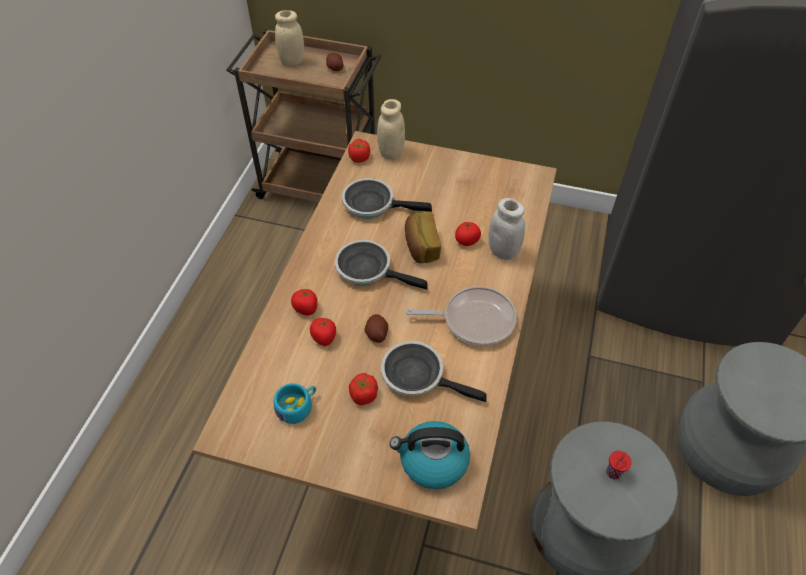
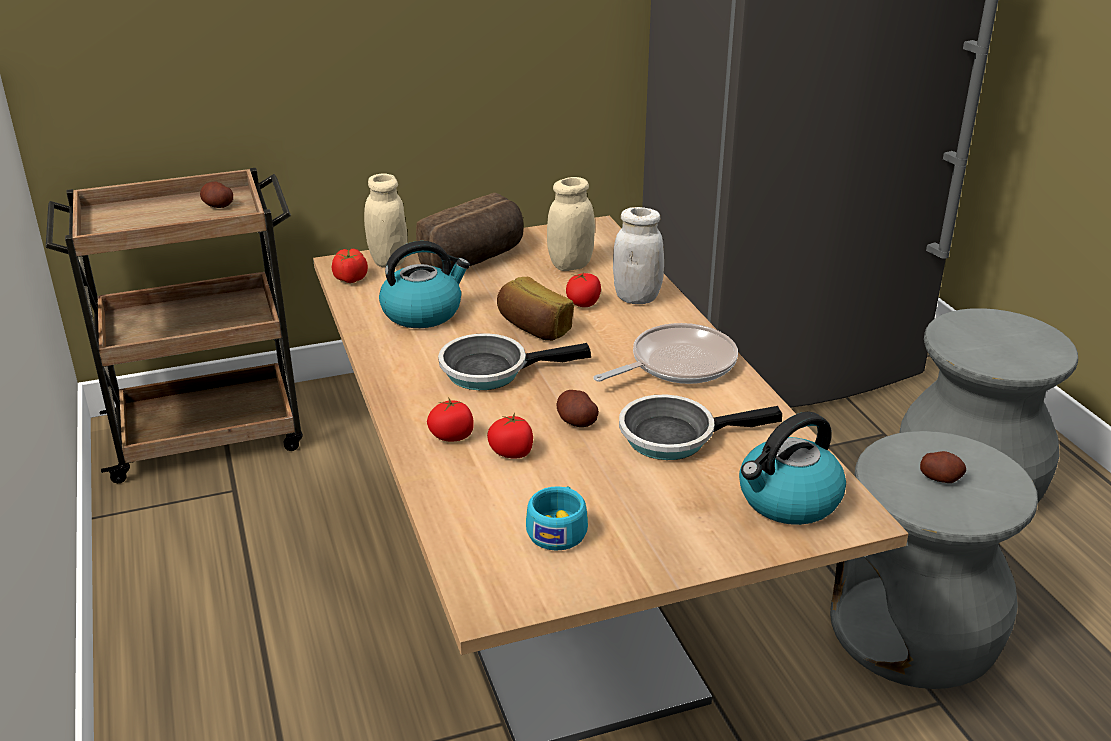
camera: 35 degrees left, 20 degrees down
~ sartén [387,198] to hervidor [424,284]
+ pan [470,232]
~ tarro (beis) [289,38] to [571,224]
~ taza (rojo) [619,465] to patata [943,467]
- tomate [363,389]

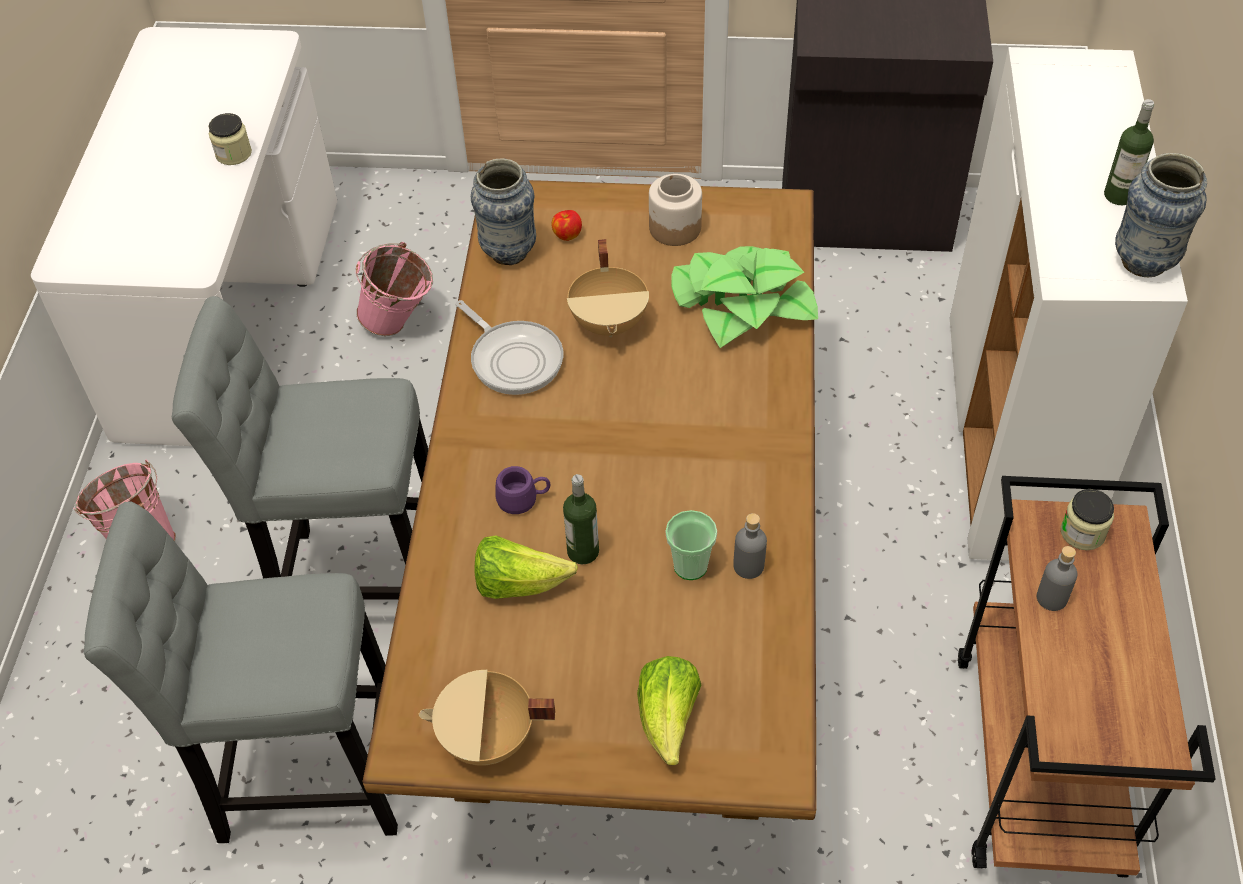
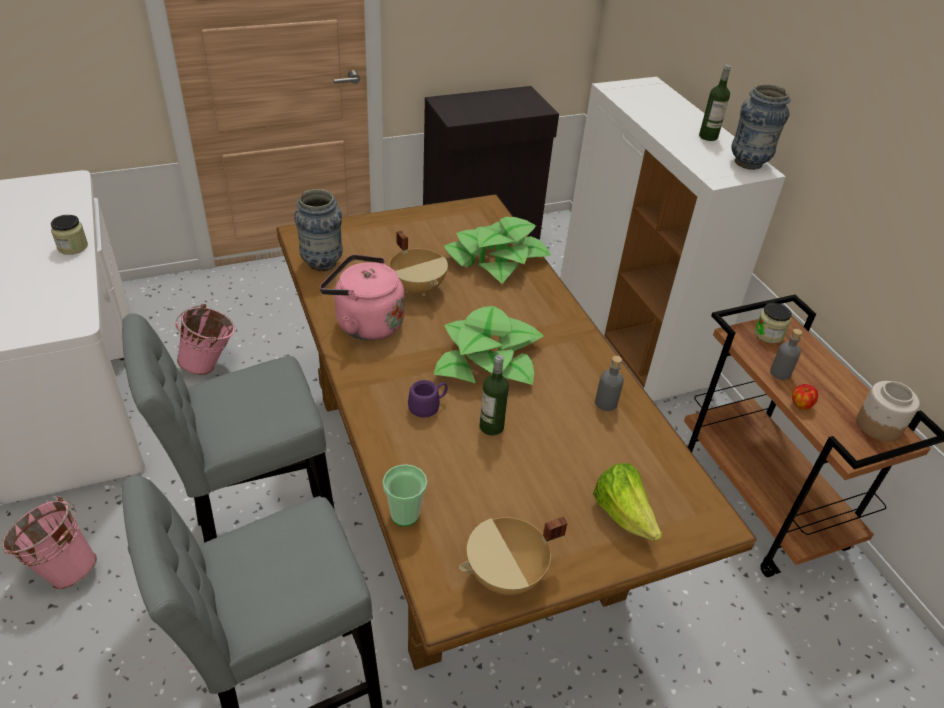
camera: 30 degrees left, 10 degrees down
~ sartén [509,347] to hervidor (rosa) [362,297]
~ taza [691,545] to [405,495]
+ planta en maceta [488,345]
~ manzana [567,225] to [805,397]
~ tarro [675,210] to [888,411]
- lechuga [526,567]

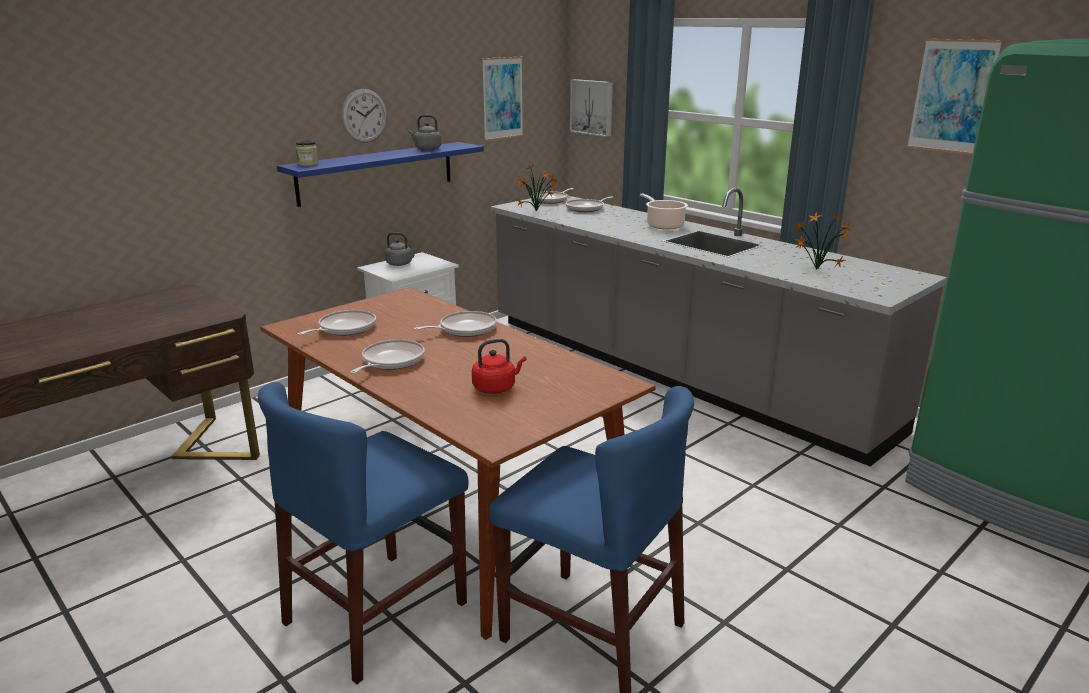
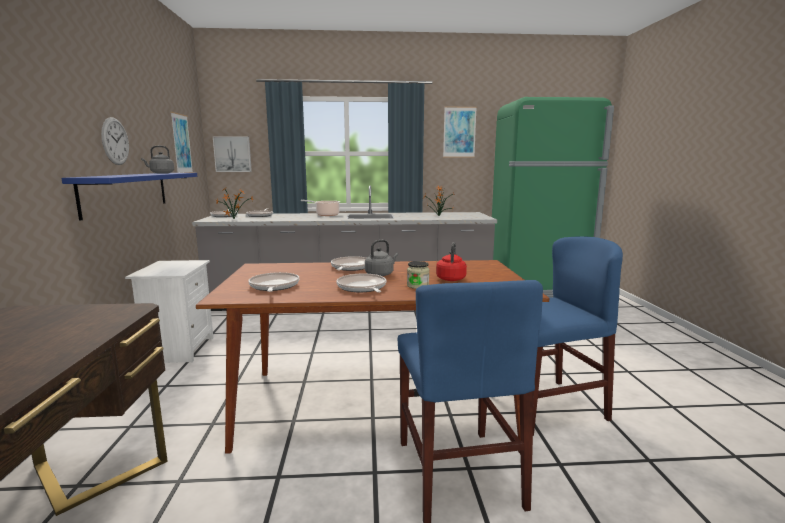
camera: 50 degrees left, 10 degrees down
~ hervidor (gris) [401,249] to [382,258]
~ tarro [307,153] to [418,275]

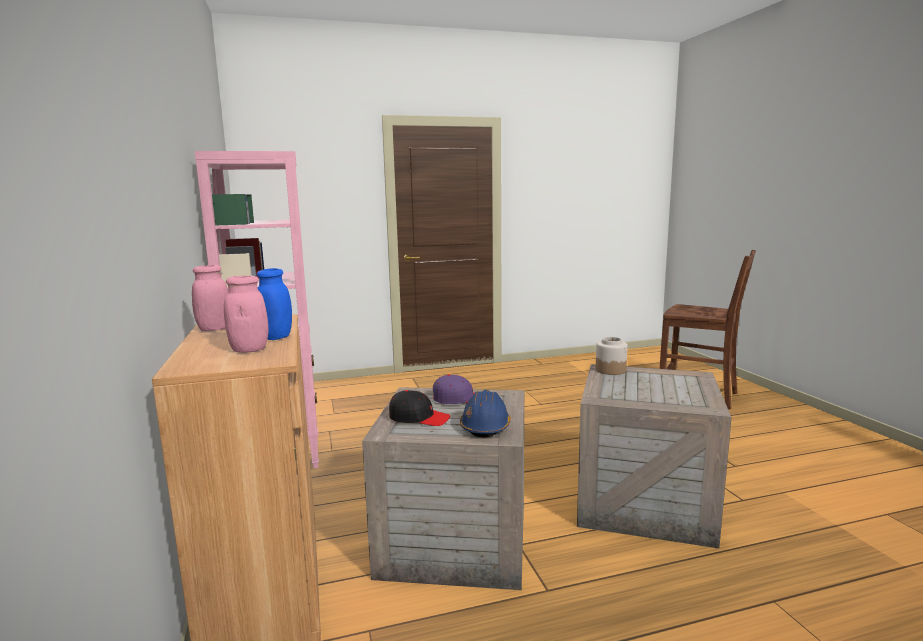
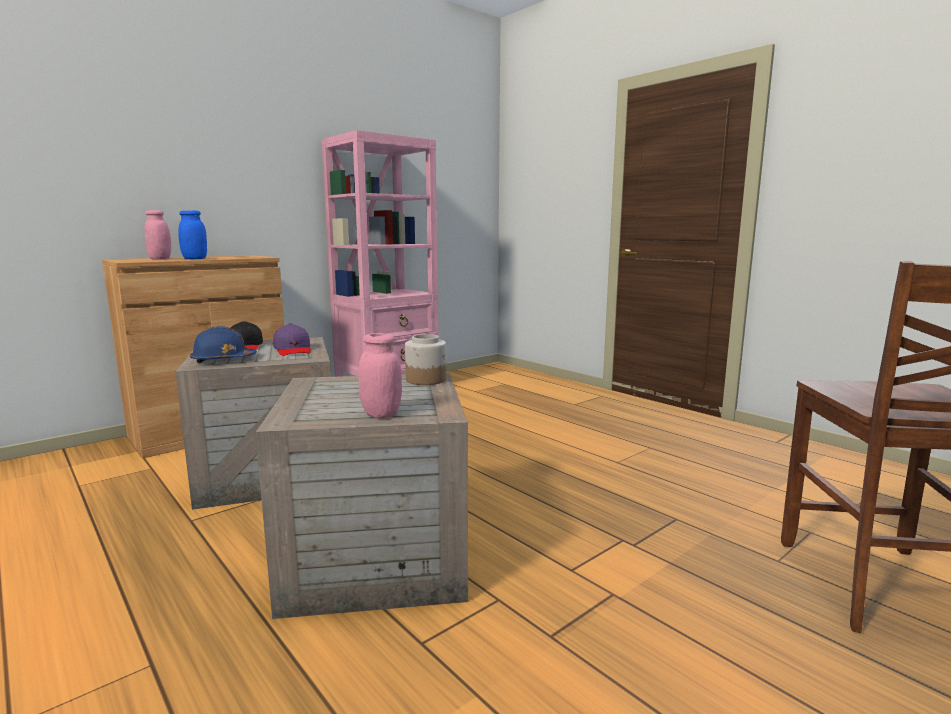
camera: 65 degrees right, 0 degrees up
~ tarro (rosa) [210,298] to [380,375]

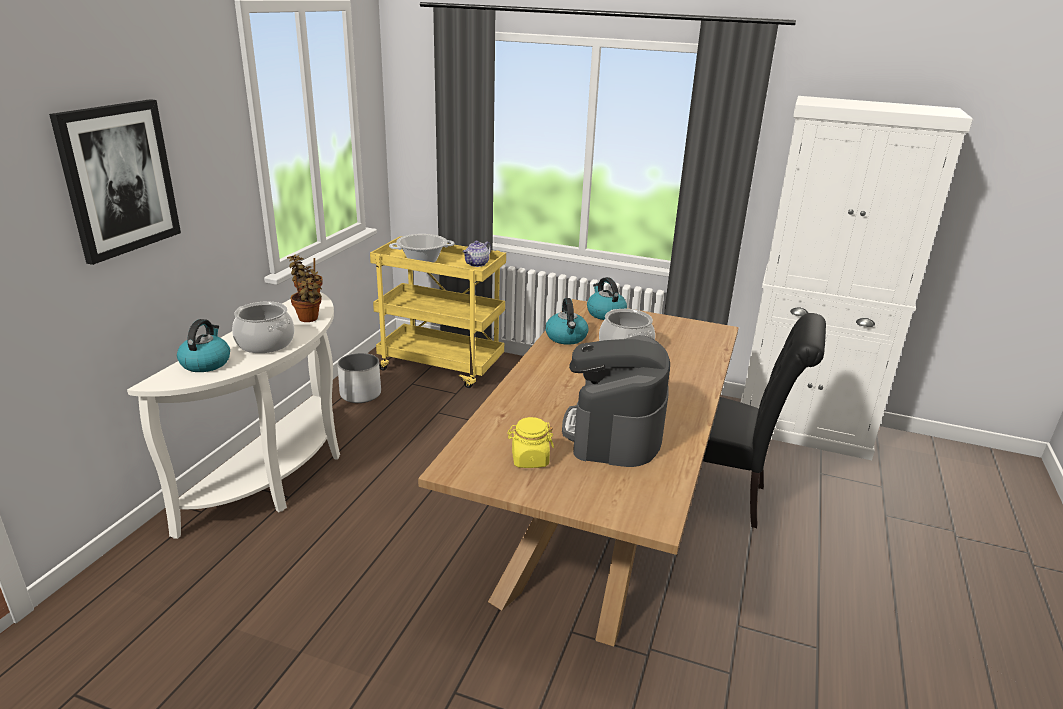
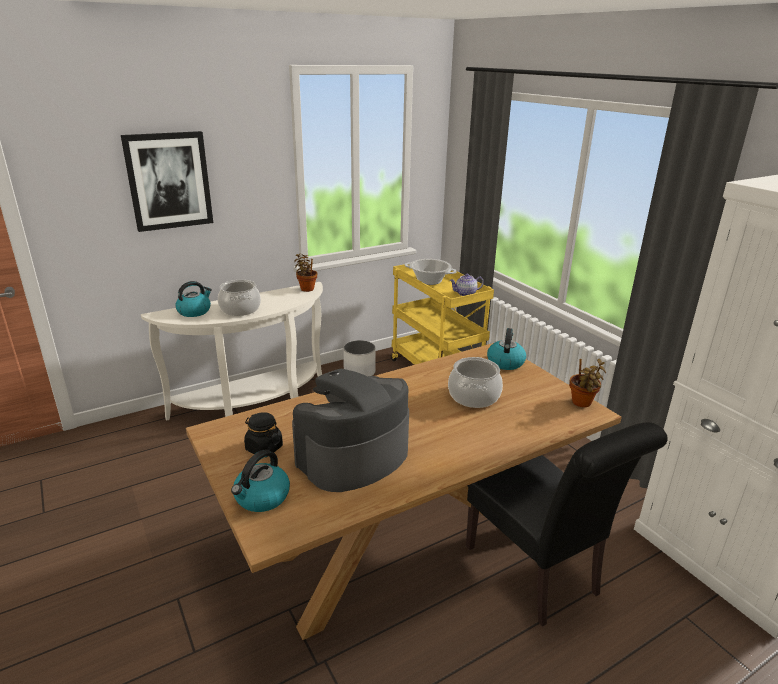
camera: 40 degrees right, 0 degrees up
~ hervidor [567,321] to [260,481]
~ tarro (amarillo) [530,442] to tarro (negro) [263,434]
~ planta en maceta [306,296] to [587,383]

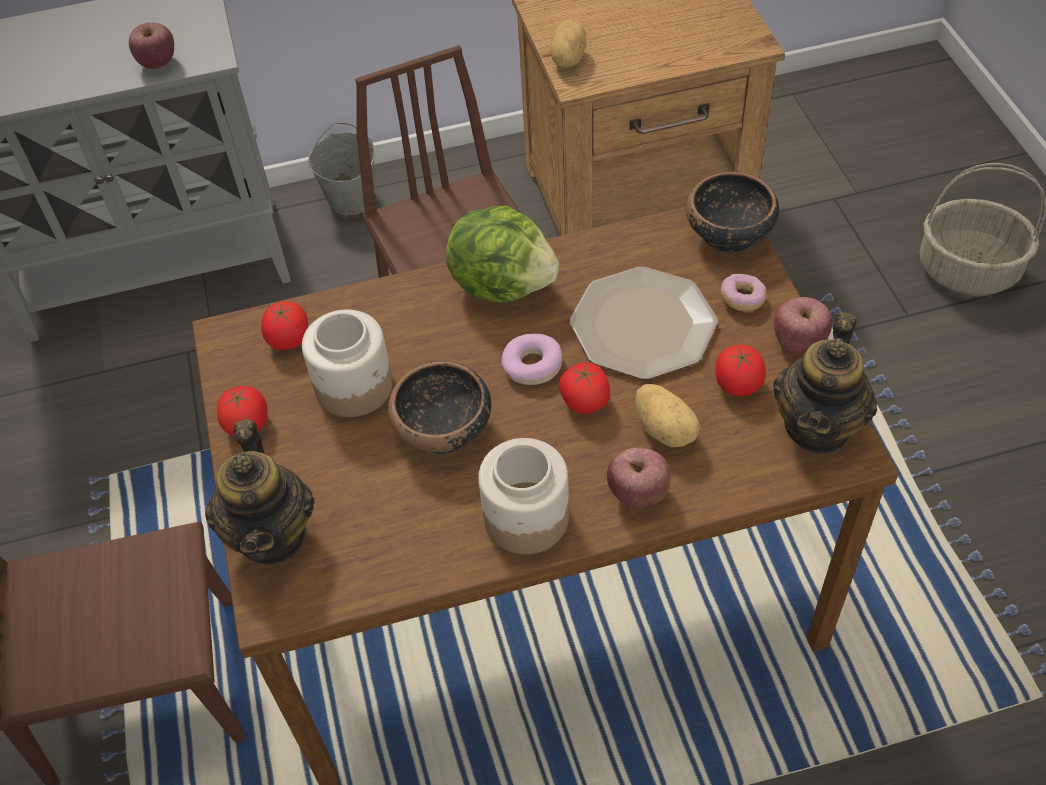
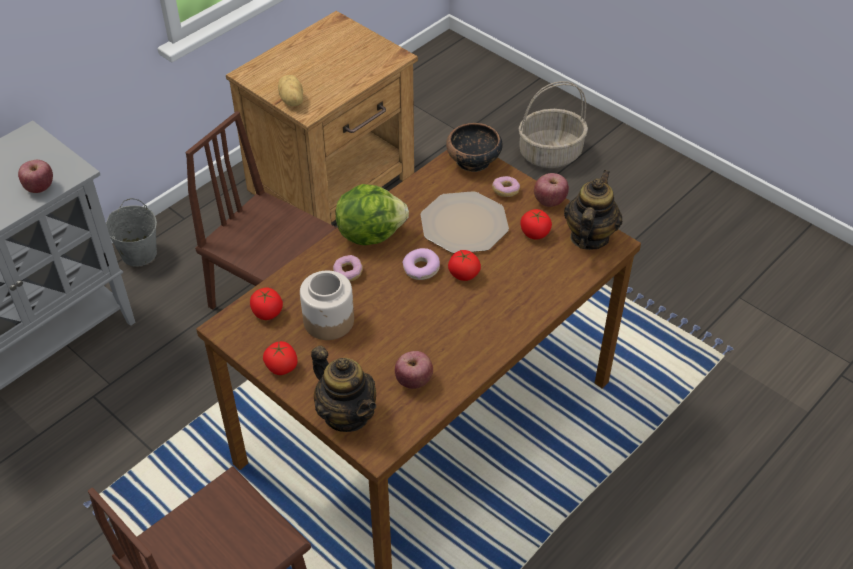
camera: 35 degrees left, 5 degrees down
+ rosquilla [348,268]
~ manzana [639,477] to [414,370]
~ tetera [825,383] = [593,210] 150 degrees counterclockwise
- cuenco [439,408]
- tarro [523,496]
- patata [668,415]

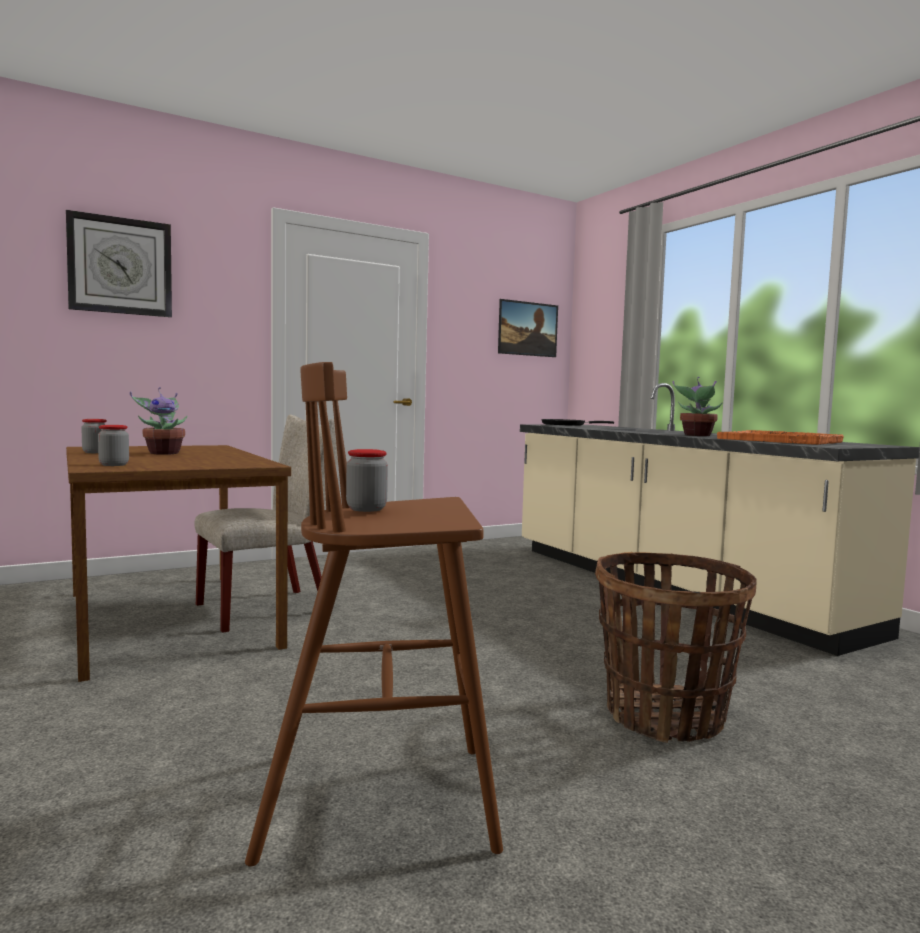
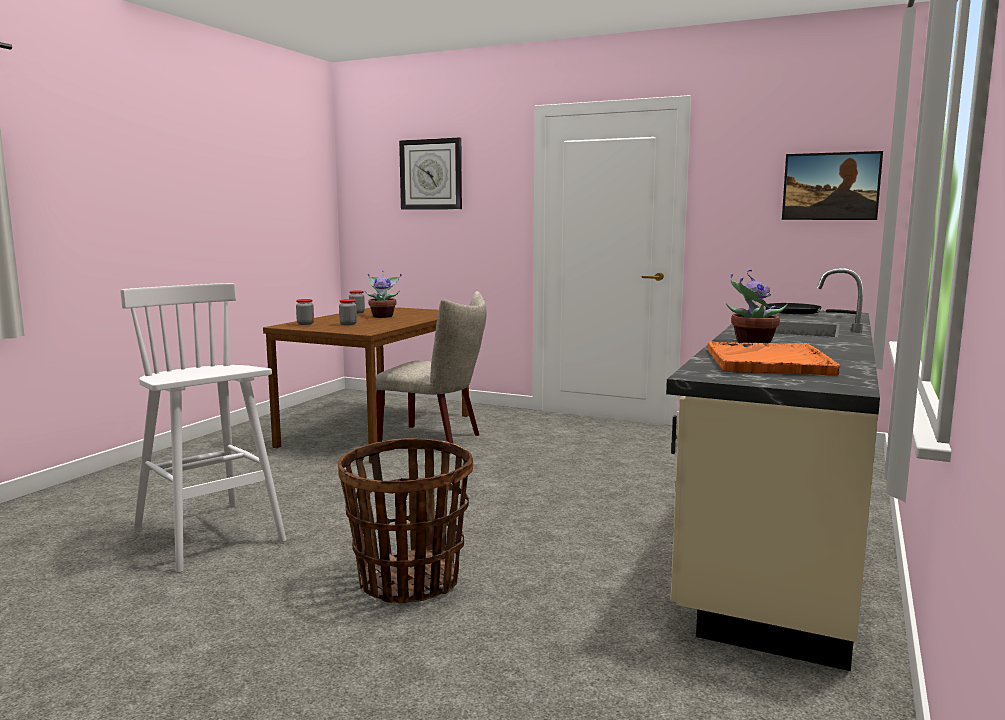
camera: 55 degrees right, 5 degrees up
~ taburete (marrón) [374,614] to taburete (blanco) [203,428]
~ tarro [367,480] to [348,312]

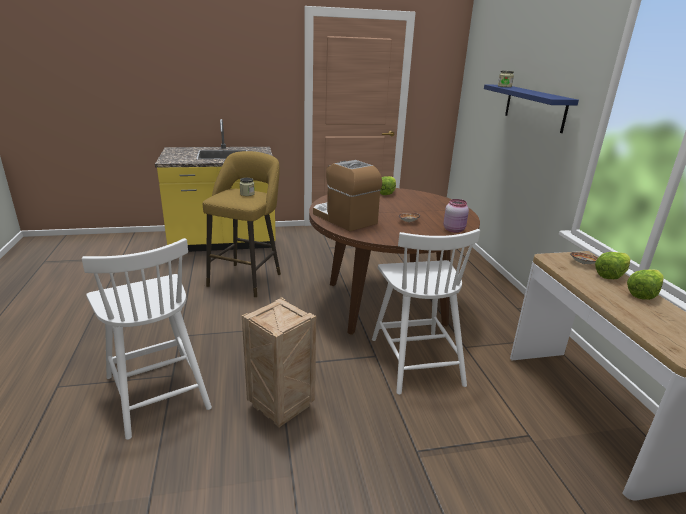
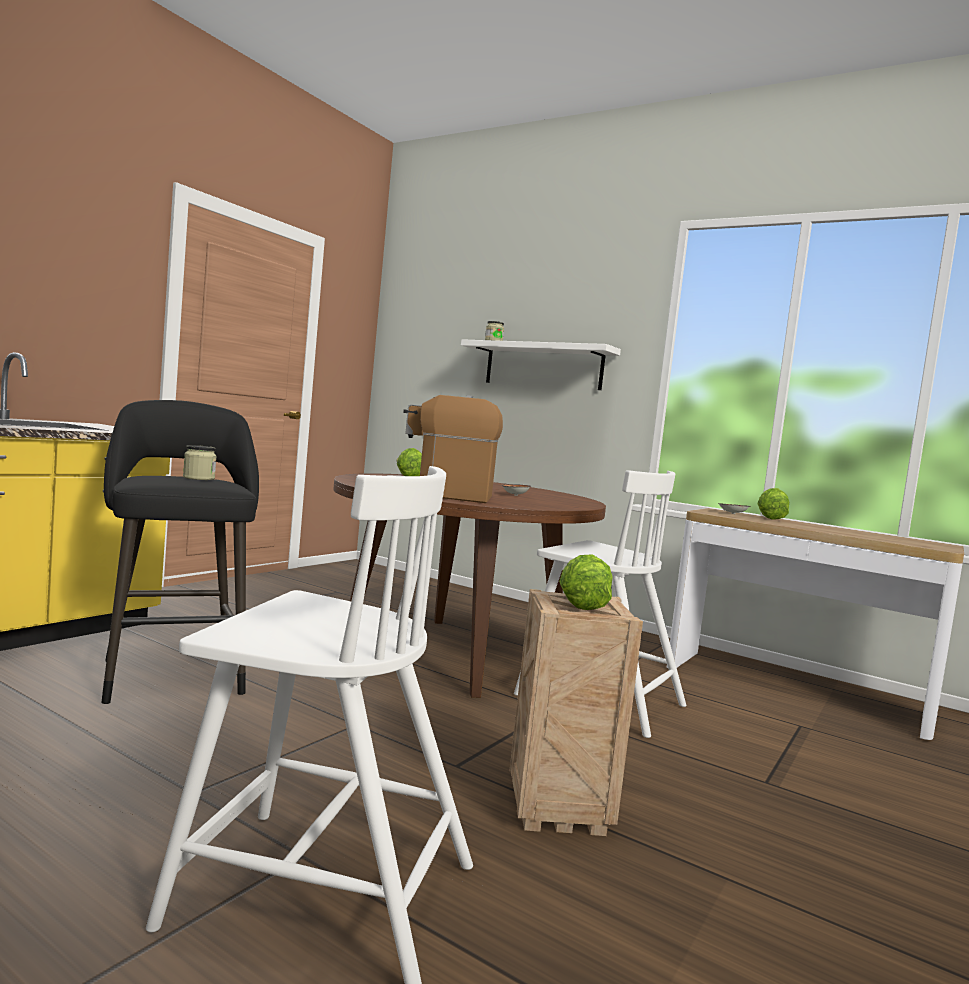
camera: 45 degrees left, 20 degrees down
~ taburete (amarillo) [242,224] to taburete (negro) [180,552]
~ estante (azul) [531,108] to estante (blanco) [541,364]
~ lechuga [645,284] to [586,582]
- tarro (rosa) [456,216]

